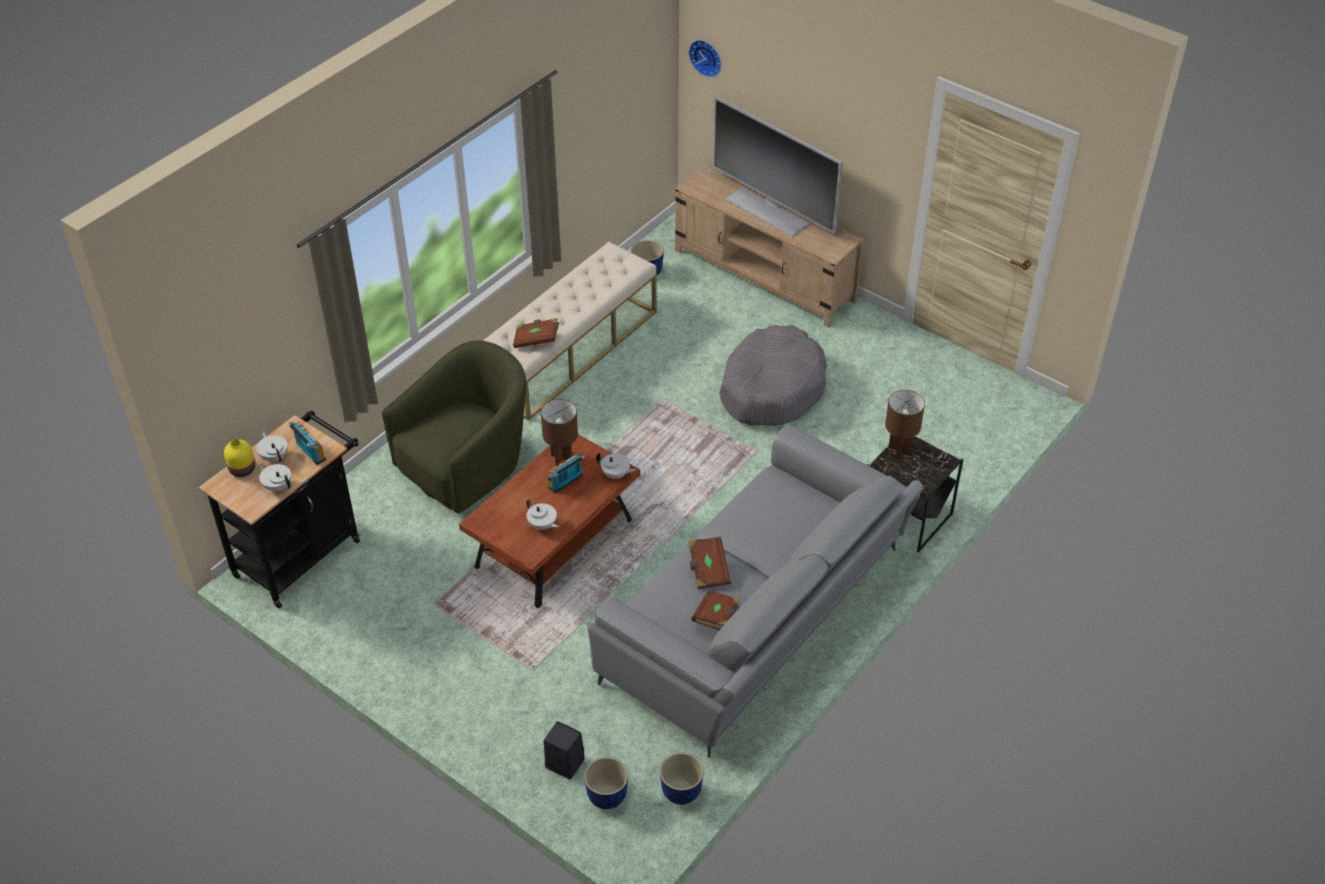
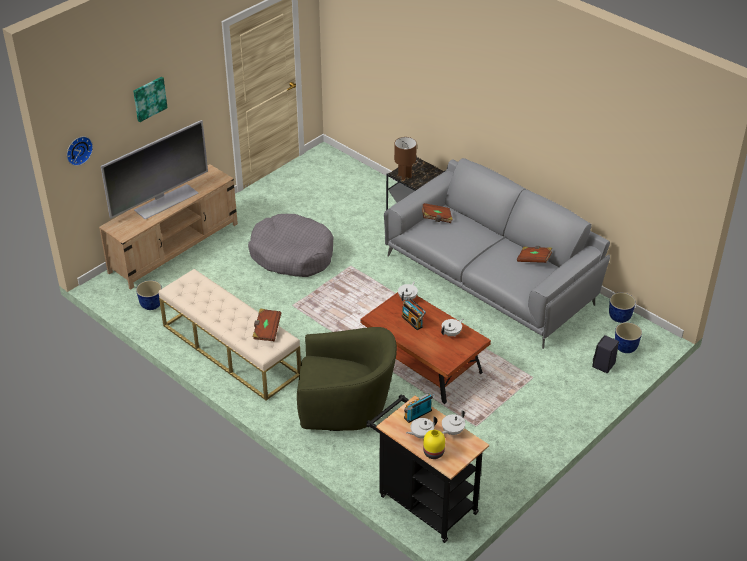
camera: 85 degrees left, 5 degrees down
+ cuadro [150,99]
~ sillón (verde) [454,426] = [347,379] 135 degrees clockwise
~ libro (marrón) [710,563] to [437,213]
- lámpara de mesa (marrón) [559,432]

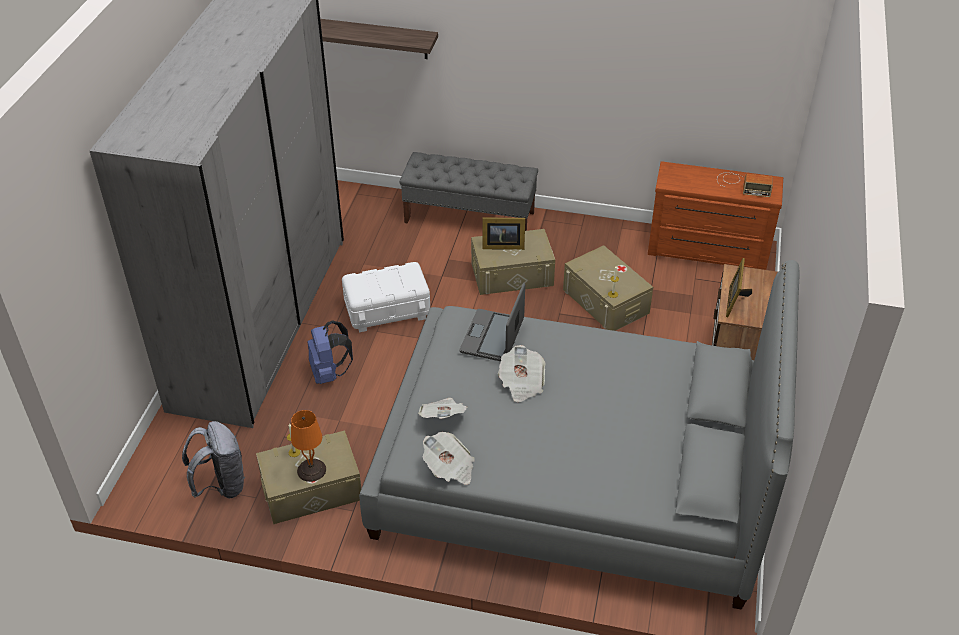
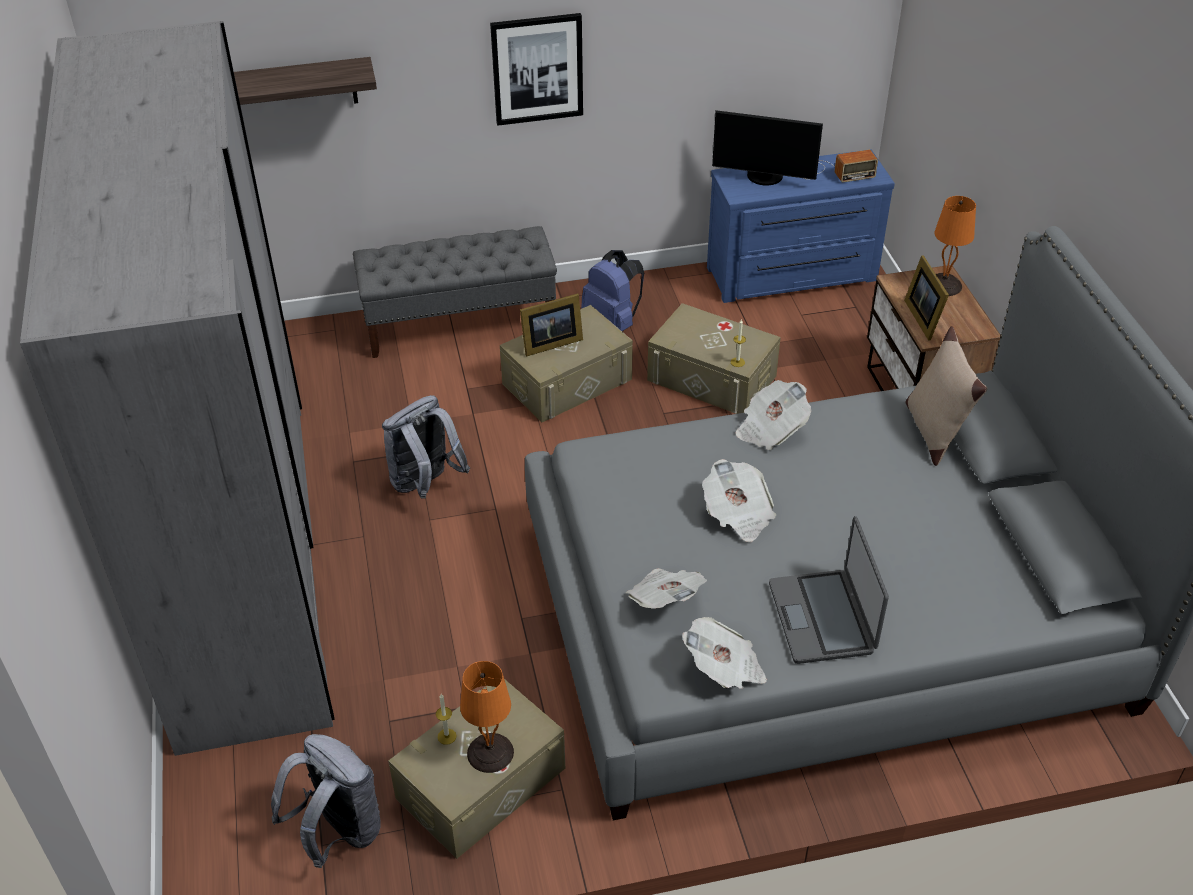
camera: 25 degrees left, 0 degrees up
~ caja de almacenaje (blanco) [386,297] to mochila (gris) [426,447]
+ cuadro [536,69]
~ mochila (azul) [330,352] to [612,290]
~ cómoda (marrón) [715,215] to cómoda (azul) [801,226]
+ monitor [767,148]
+ periódico [773,415]
~ portátil [492,322] to [829,590]
+ cojín (beis) [946,396]
+ lámpara de mesa (naranja) [955,246]

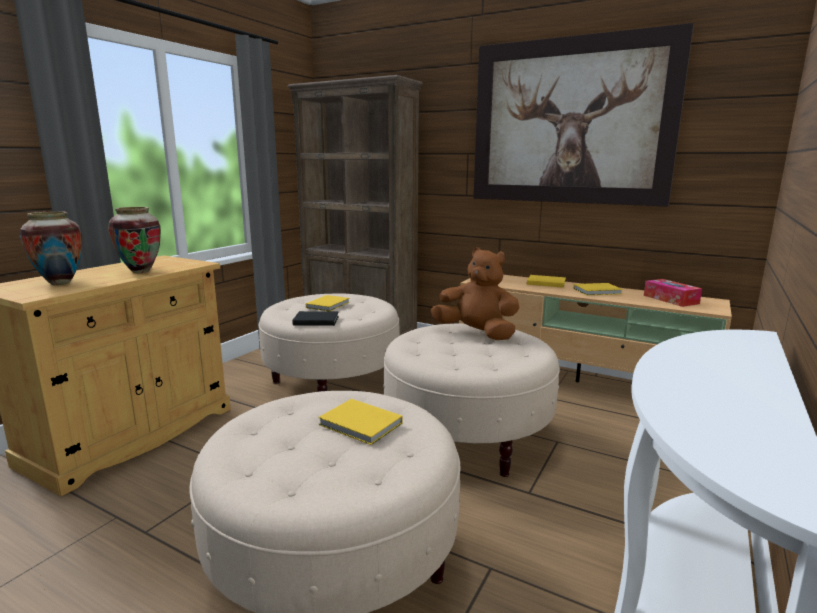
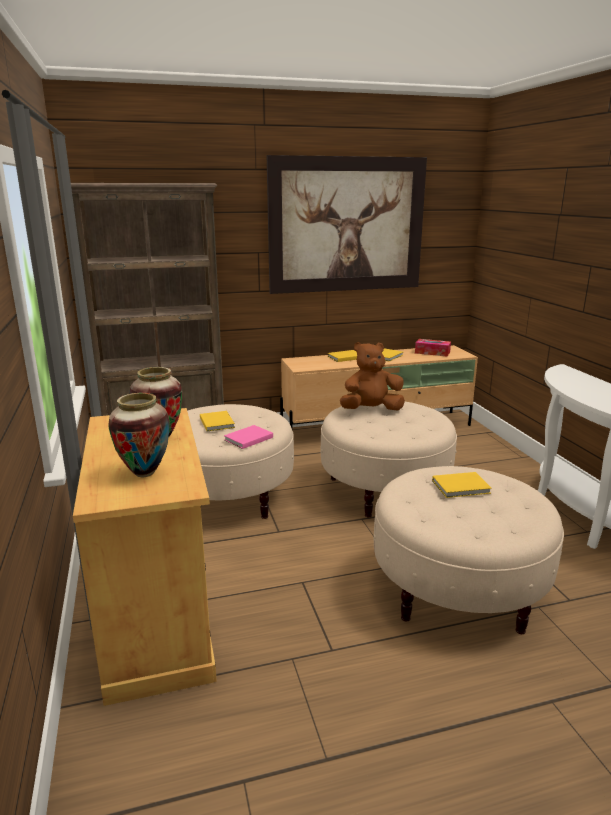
camera: 45 degrees left, 5 degrees up
~ libro (negro) [315,318] to libro (rosa) [248,437]

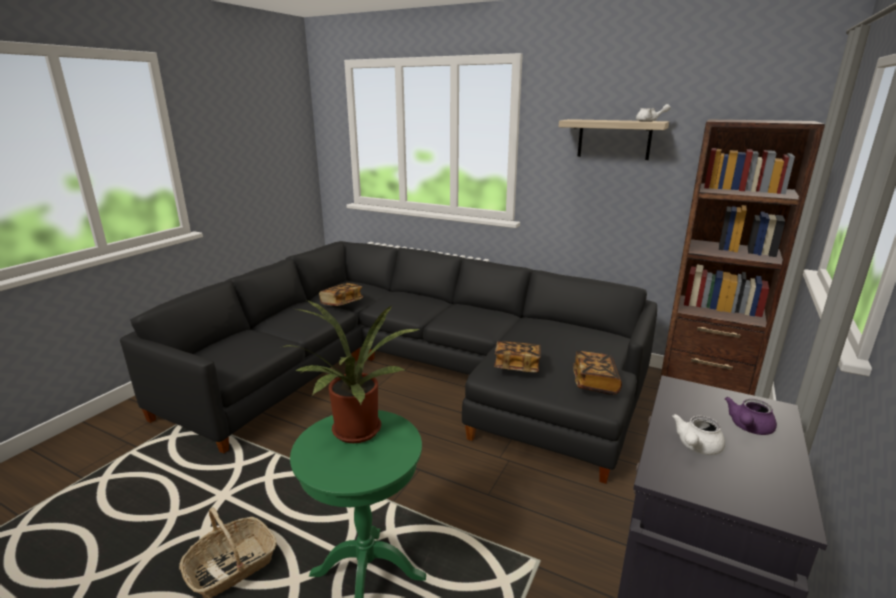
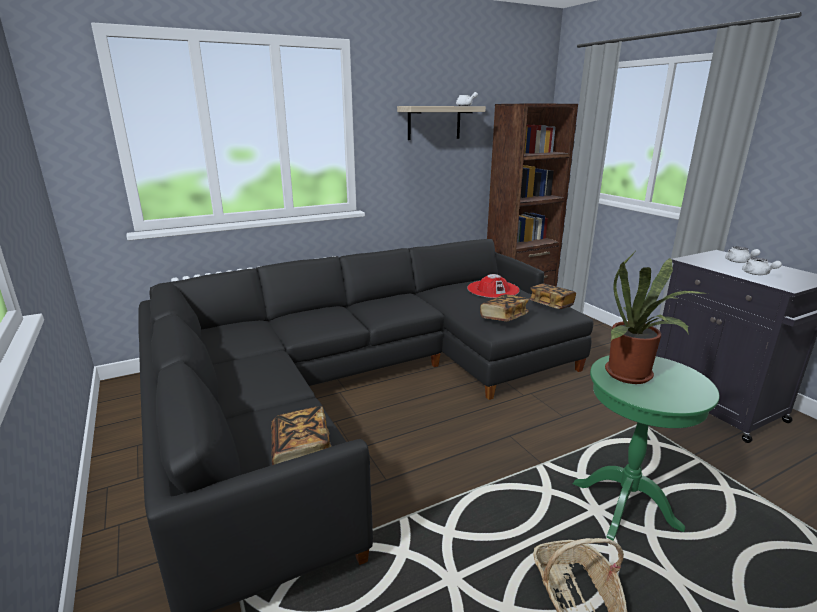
camera: 55 degrees left, 0 degrees up
~ libro [341,294] to [301,435]
+ sombrero (rojo) [493,286]
~ tetera (morado) [751,416] to tetera (blanco) [742,254]

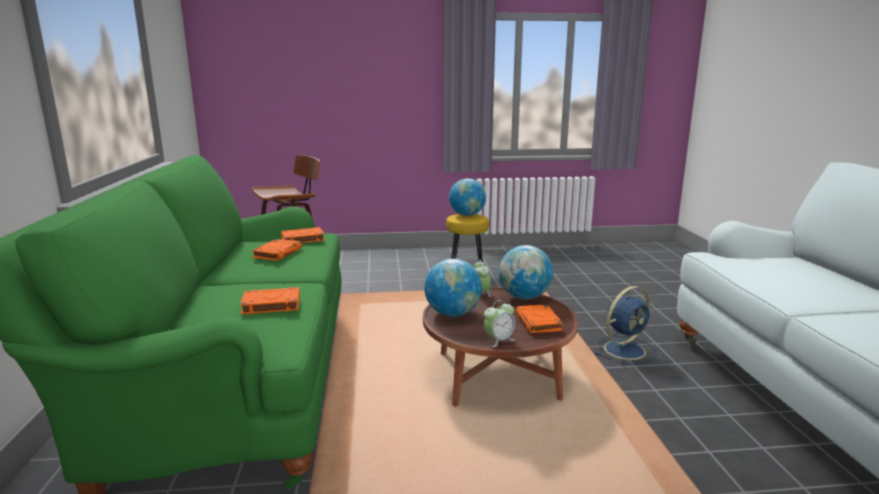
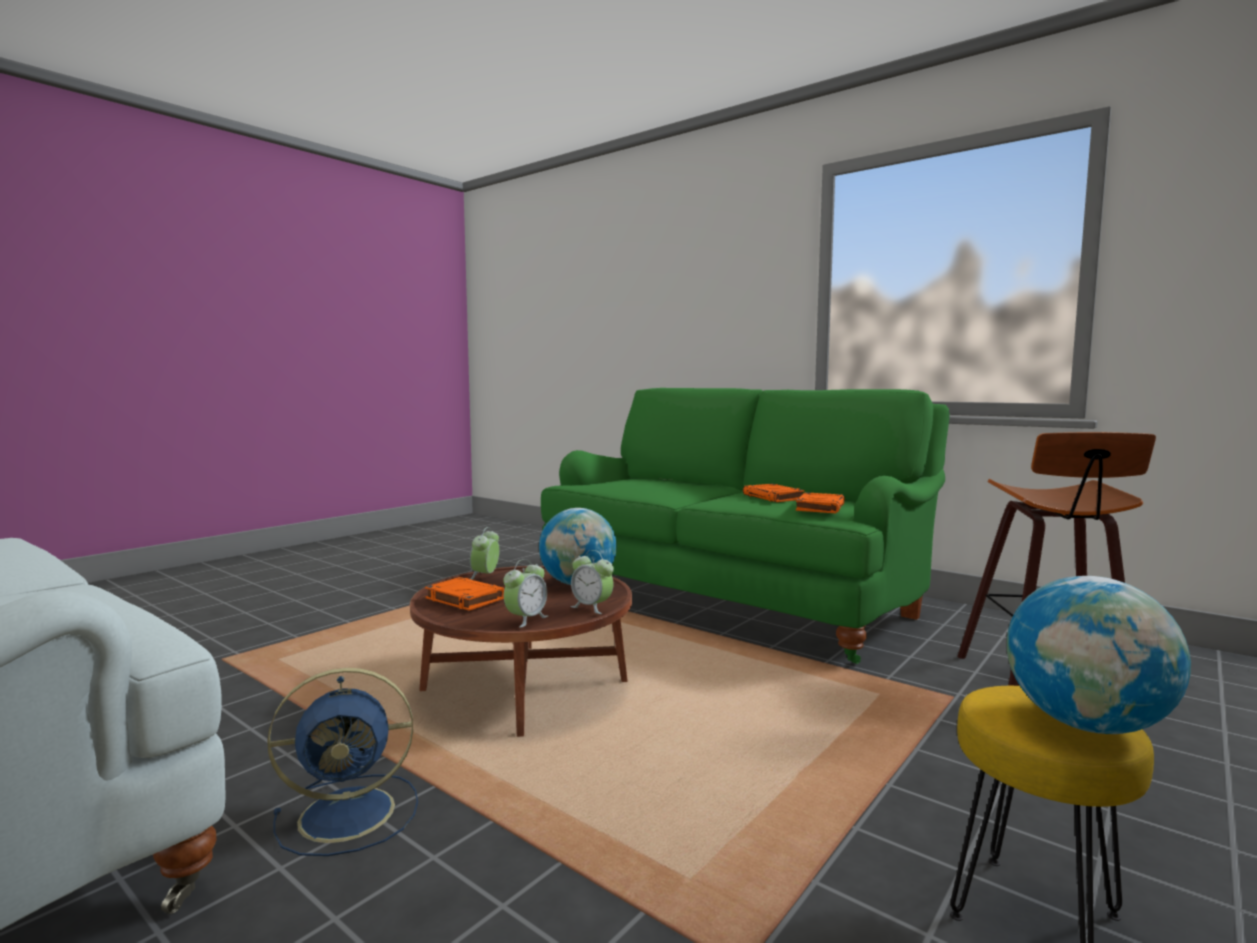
camera: 135 degrees right, 10 degrees down
~ ventilador (azul) [625,325] = [342,762] 120 degrees counterclockwise
~ globo terráqueo [526,272] to despertador [525,593]
- libro (naranja) [270,300]

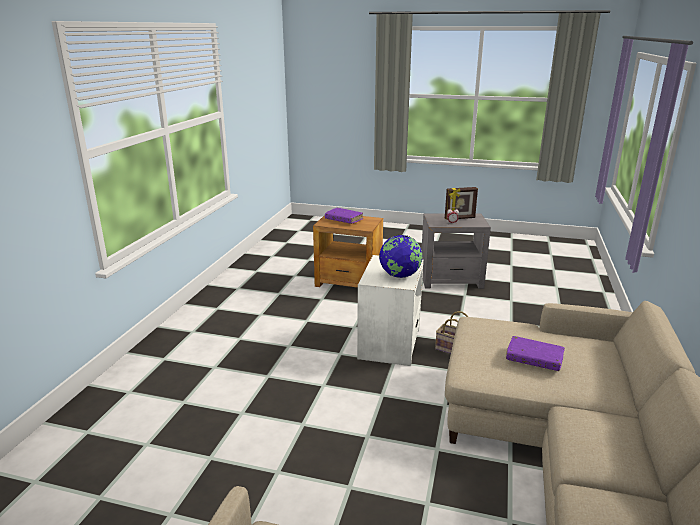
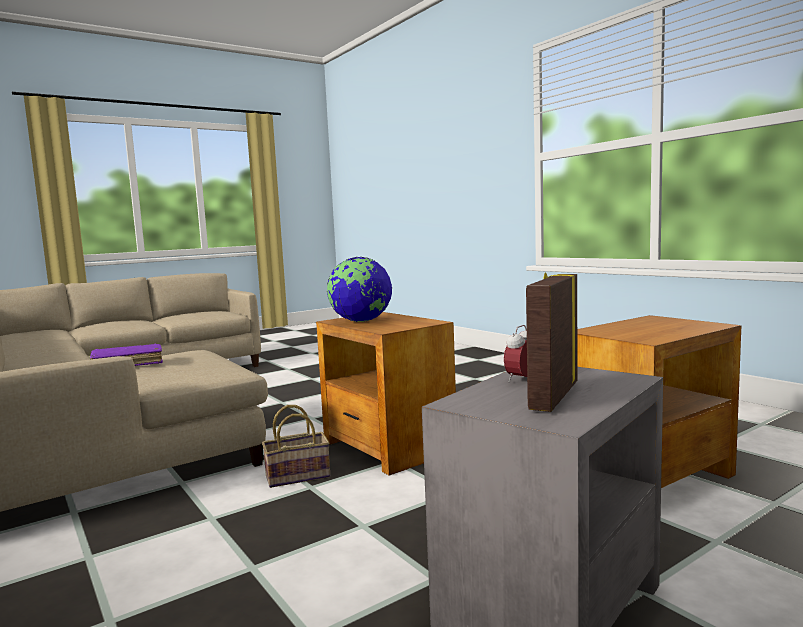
camera: 130 degrees right, 15 degrees down
~ mesa auxiliar (blanco) [390,310] to mesa auxiliar (marrón) [386,394]
- libro (morado) [344,216]

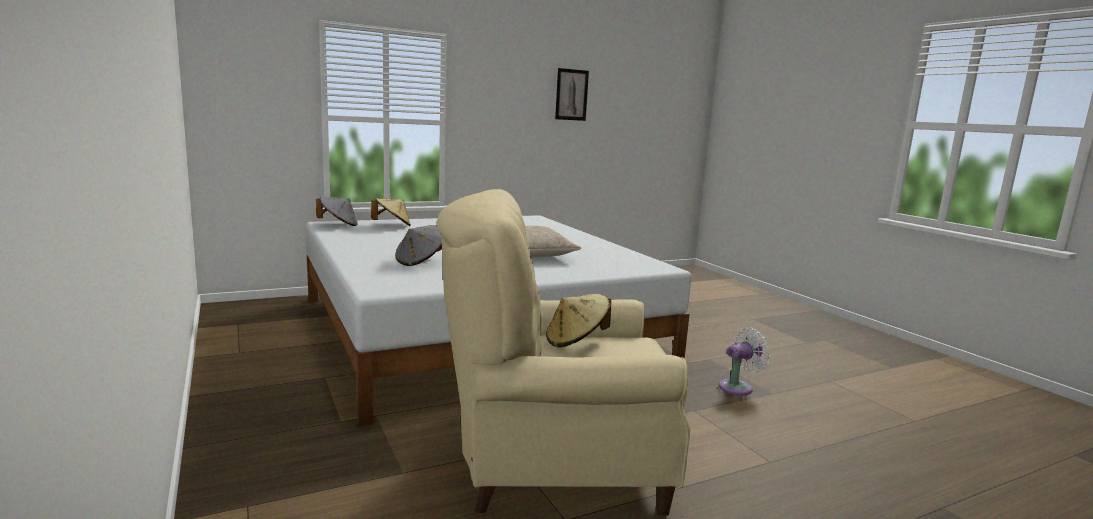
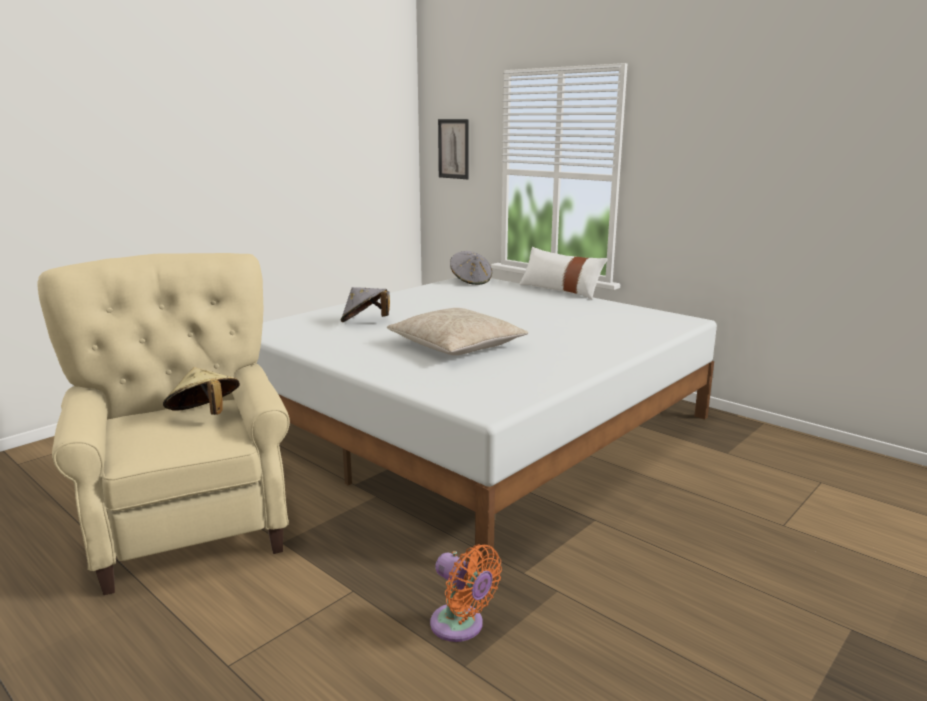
camera: 70 degrees right, 5 degrees up
~ ventilador (blanco) [744,361] to ventilador (naranja) [466,593]
~ cuadro [572,94] to [453,149]
+ cojín (blanco) [563,273]
- sombrero (beis) [391,212]

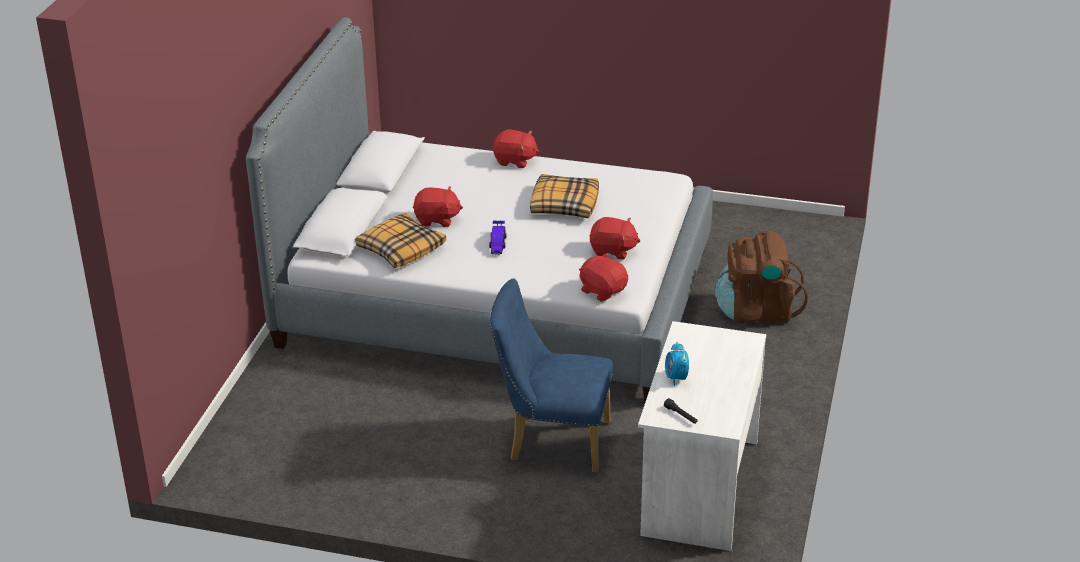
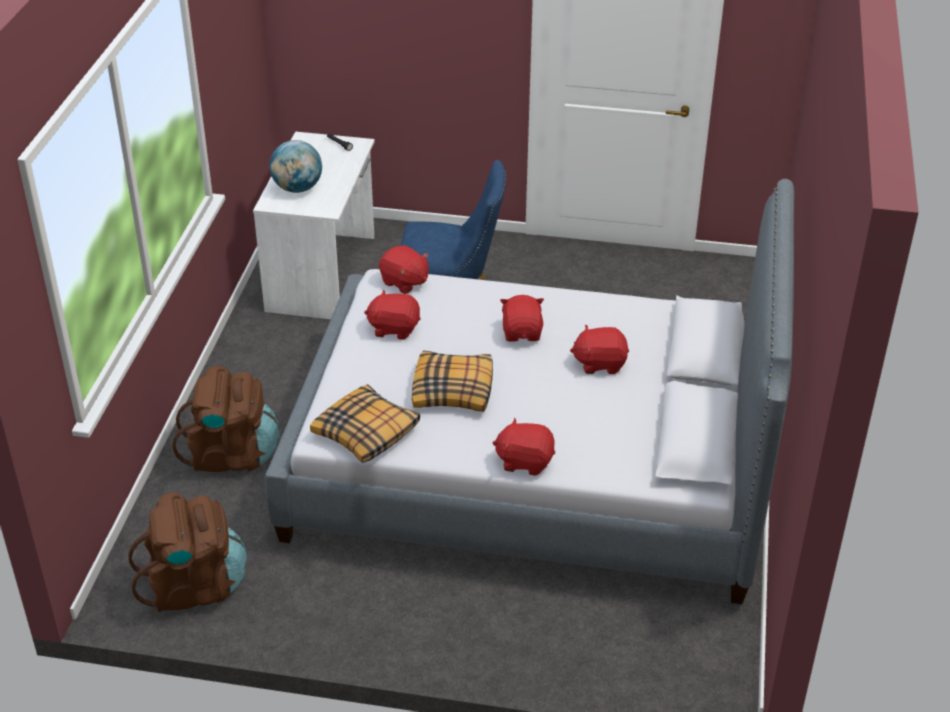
camera: 175 degrees right, 5 degrees up
+ mochila (marrón) [187,552]
+ globo terráqueo [296,166]
~ cojín [400,240] to [365,423]
~ coche de juguete [498,238] to peluche (rojo) [522,318]
- despertador [677,364]

